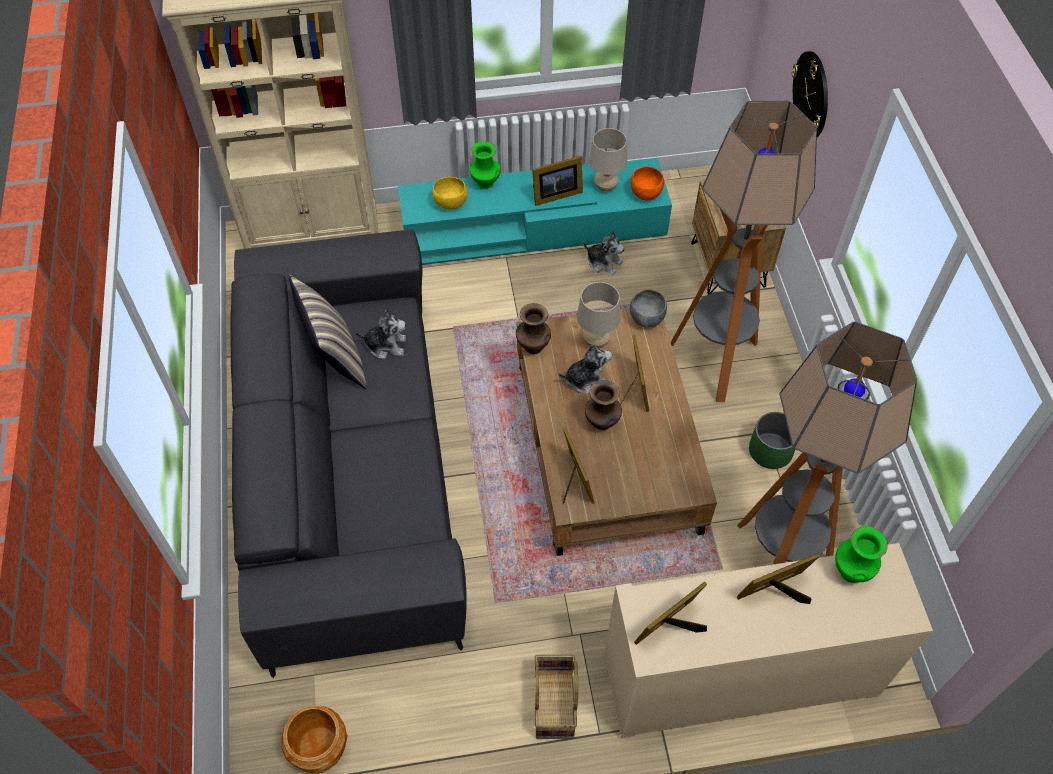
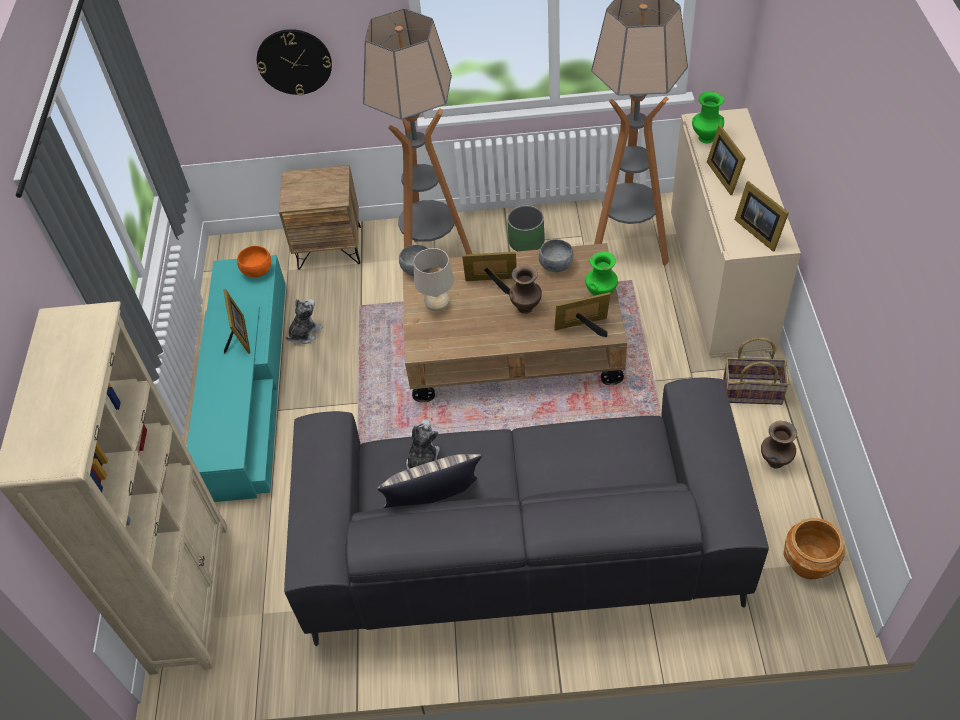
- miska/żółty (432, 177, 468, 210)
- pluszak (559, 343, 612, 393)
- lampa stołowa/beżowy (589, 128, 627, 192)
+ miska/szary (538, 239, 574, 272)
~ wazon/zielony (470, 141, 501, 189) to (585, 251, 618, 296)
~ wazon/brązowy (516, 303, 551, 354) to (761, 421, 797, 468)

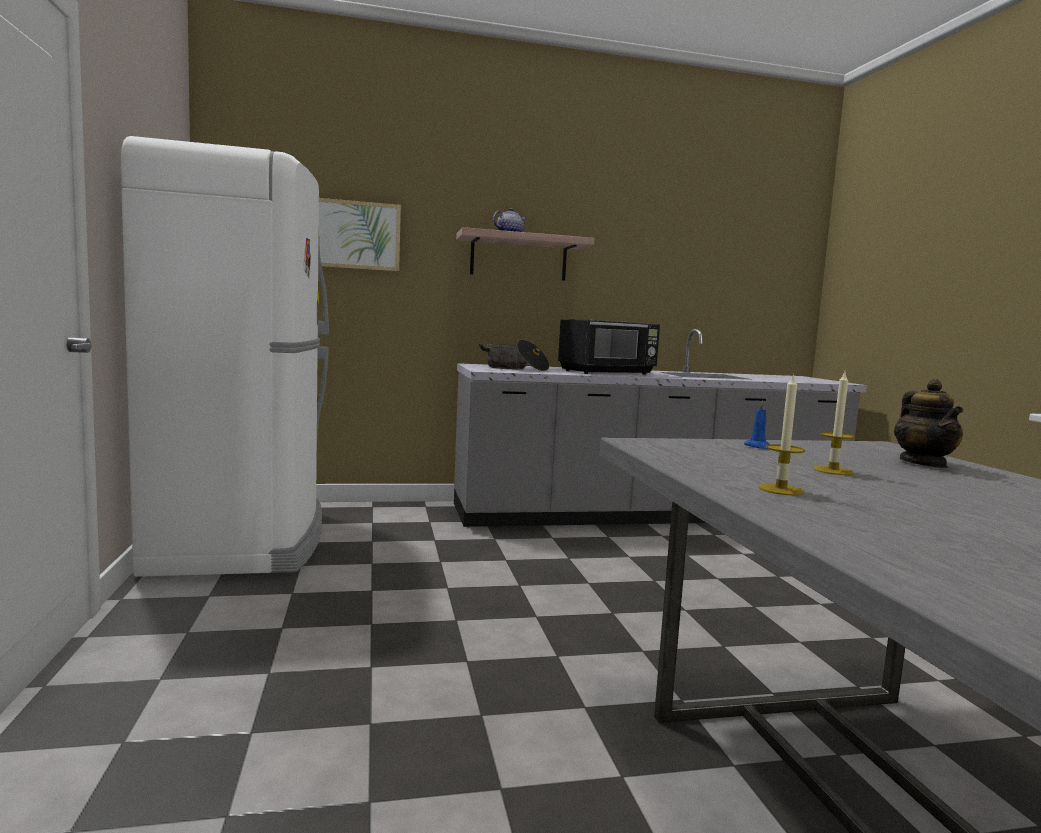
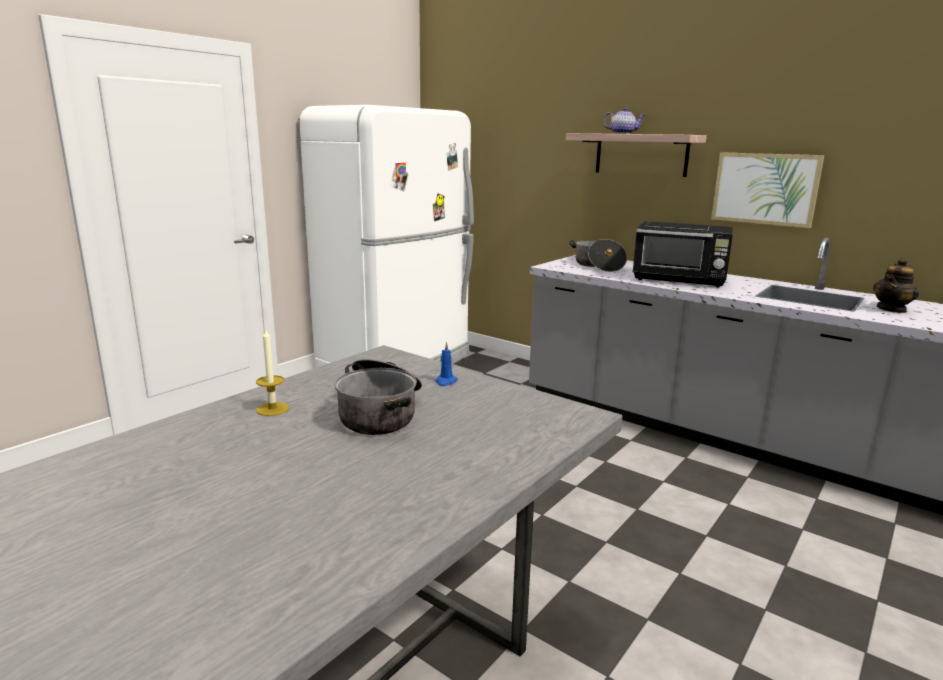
~ obraz (319, 198, 401, 272) to (711, 152, 824, 228)
~ imbryk (894, 379, 963, 468) to (873, 258, 919, 313)
~ świeca (813, 372, 855, 475) to garnek (335, 359, 422, 435)

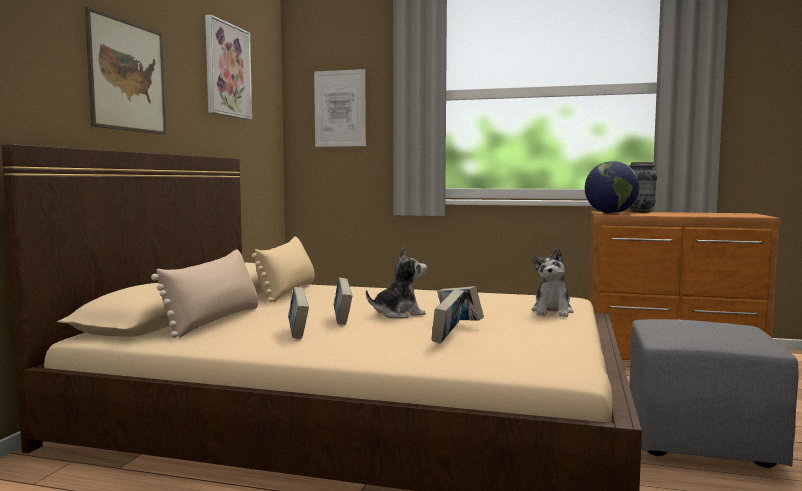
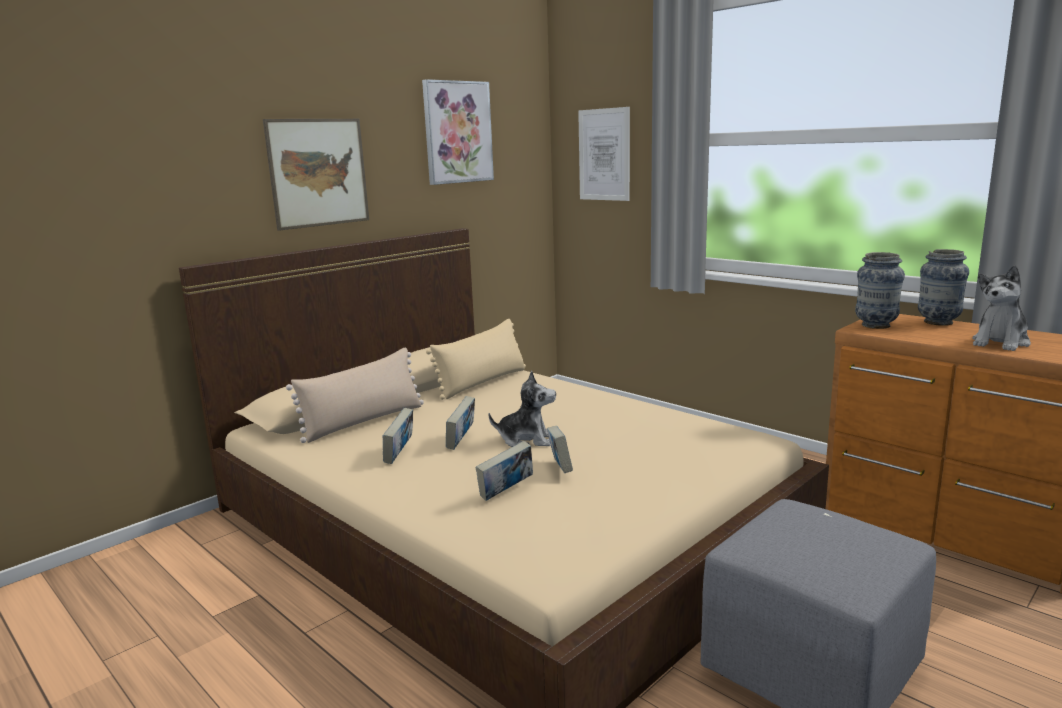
~ pluszak (532, 248, 574, 317) to (972, 265, 1031, 351)
~ globus (585, 161, 639, 214) to wazon (855, 252, 905, 329)

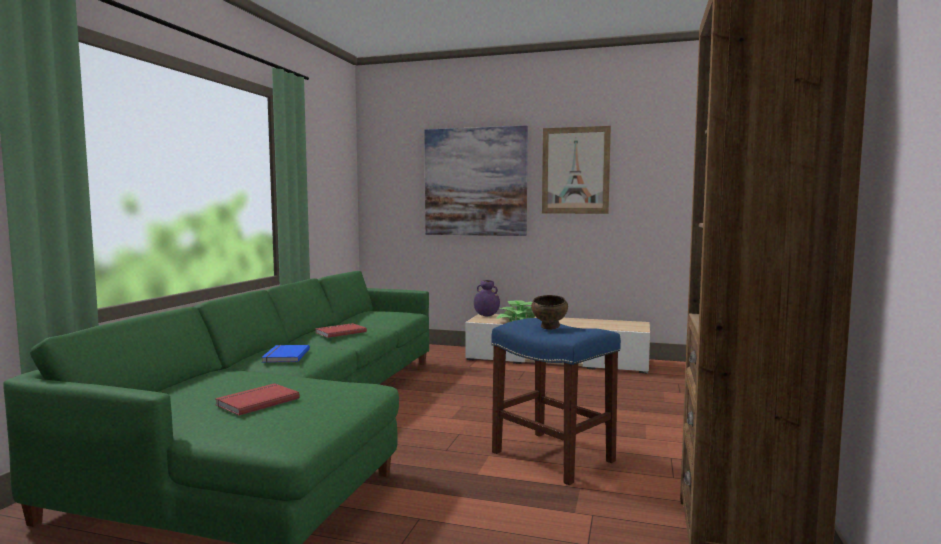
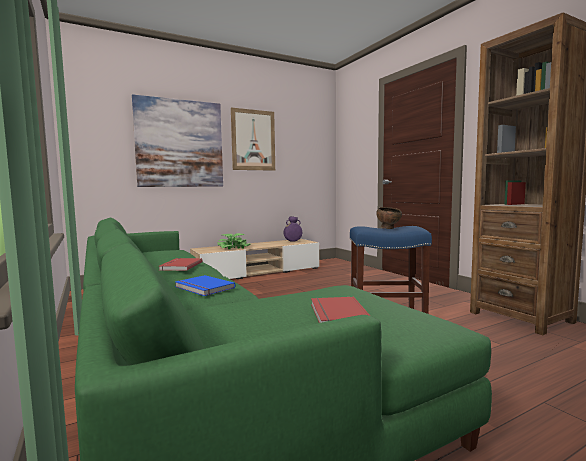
~ wazon/fioletowy (474, 280, 500, 316) to (284, 217, 302, 242)

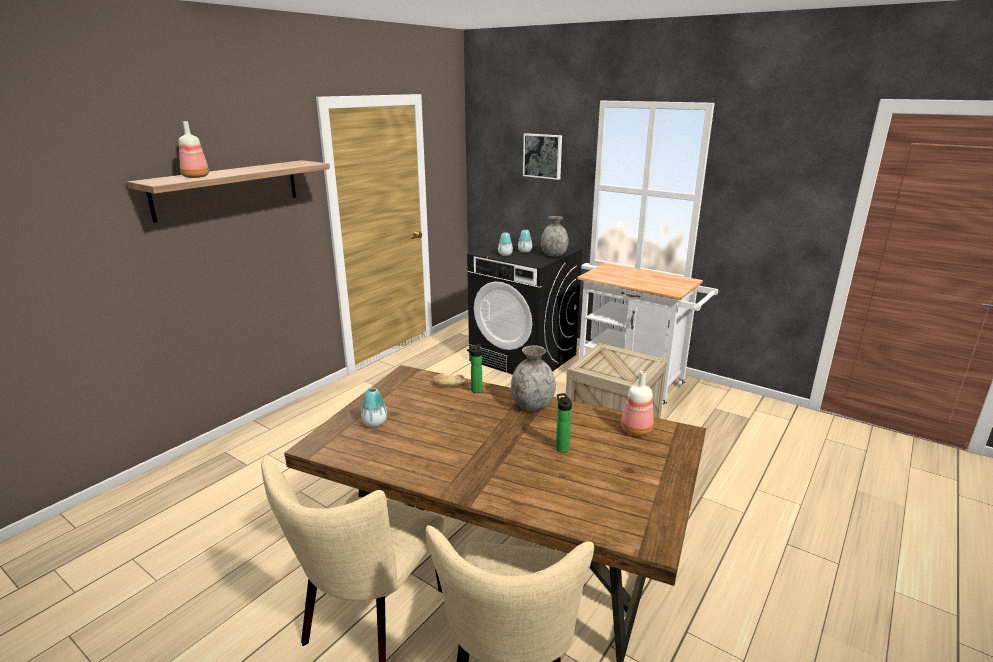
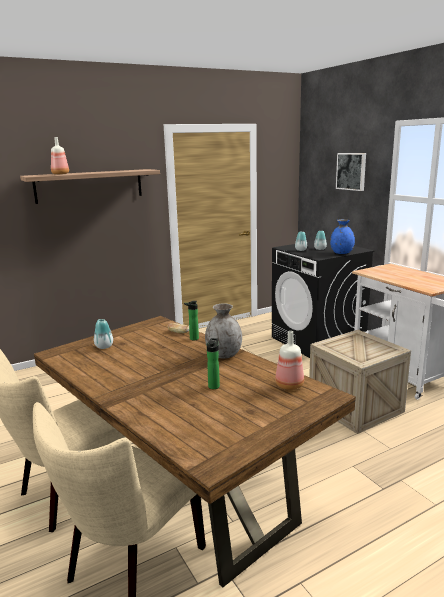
~ wazon/szary (541, 216, 568, 257) to wazon/niebieski (330, 219, 355, 254)

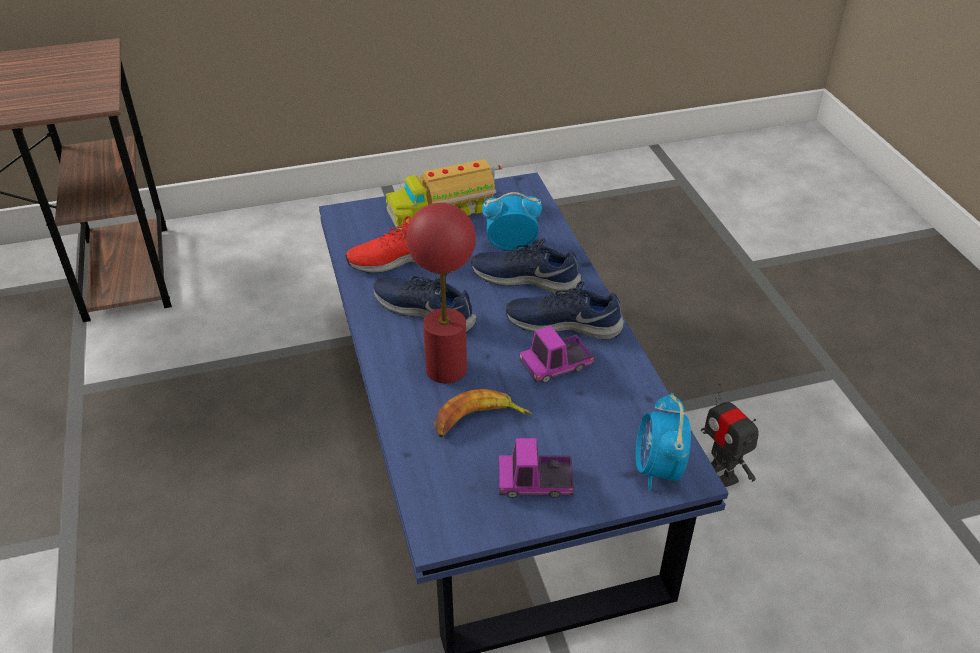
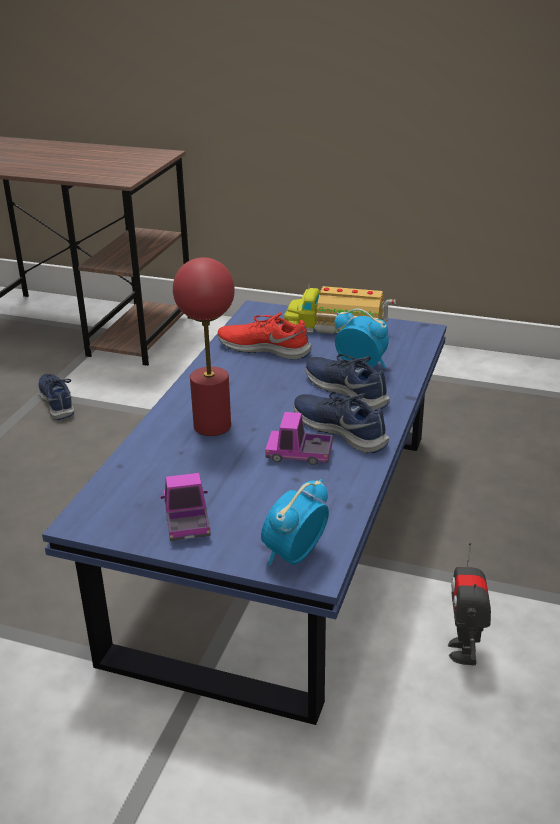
- banan (434, 389, 532, 437)
~ but/niebieski (374, 274, 476, 333) to (38, 374, 74, 420)
~ ciężarówka zabawkowa (499, 438, 574, 498) = (161, 473, 211, 541) 45 degrees clockwise

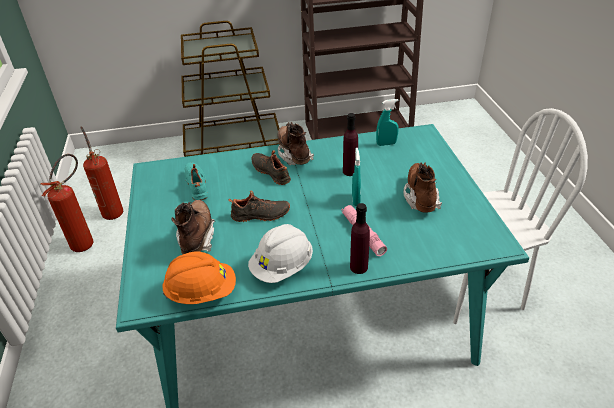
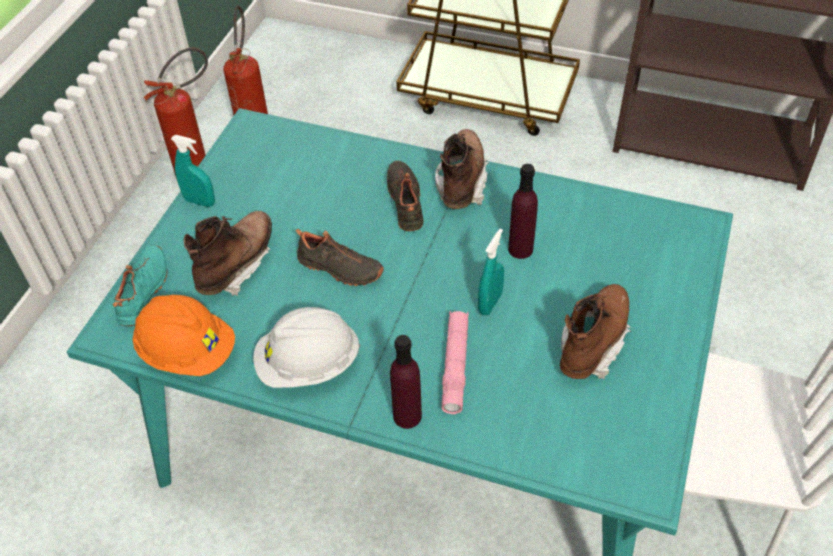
~ but/turkusowy (184, 162, 208, 200) to (112, 245, 168, 326)
~ spryskiwacz/turkusowy (376, 99, 399, 146) to (171, 135, 215, 207)

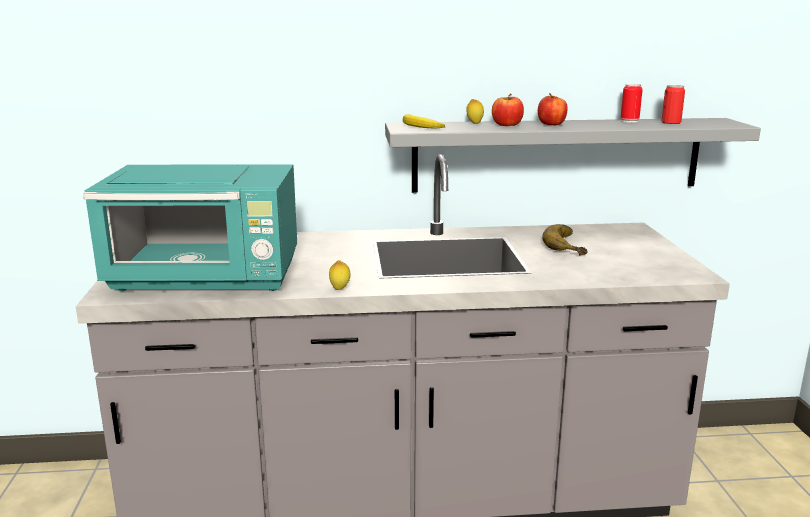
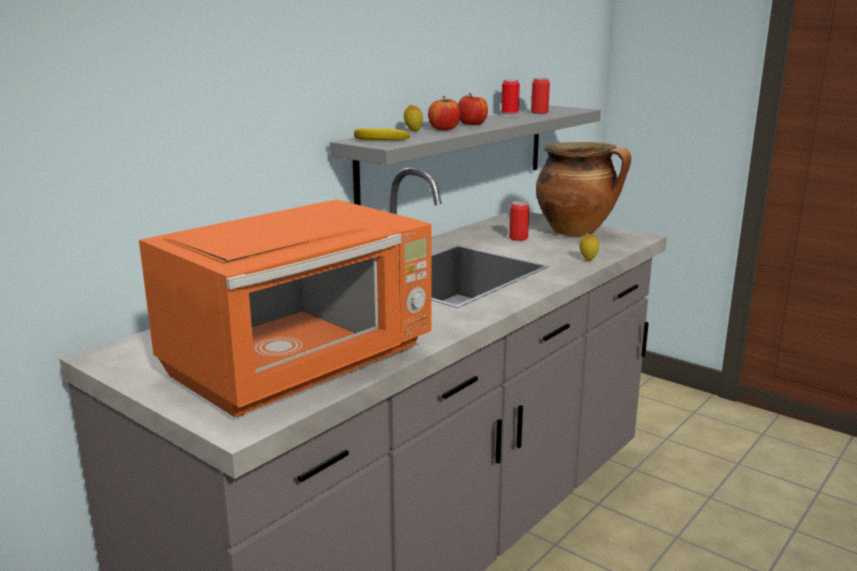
+ garnek (536, 142, 631, 236)
~ cytryna (329, 260, 350, 290) to (580, 233, 599, 260)
~ banan (542, 224, 588, 256) to puszka (509, 201, 529, 241)
~ mikrofalówka/turkusowy (83, 164, 297, 291) to mikrofalówka/pomarańczowy (139, 199, 432, 417)

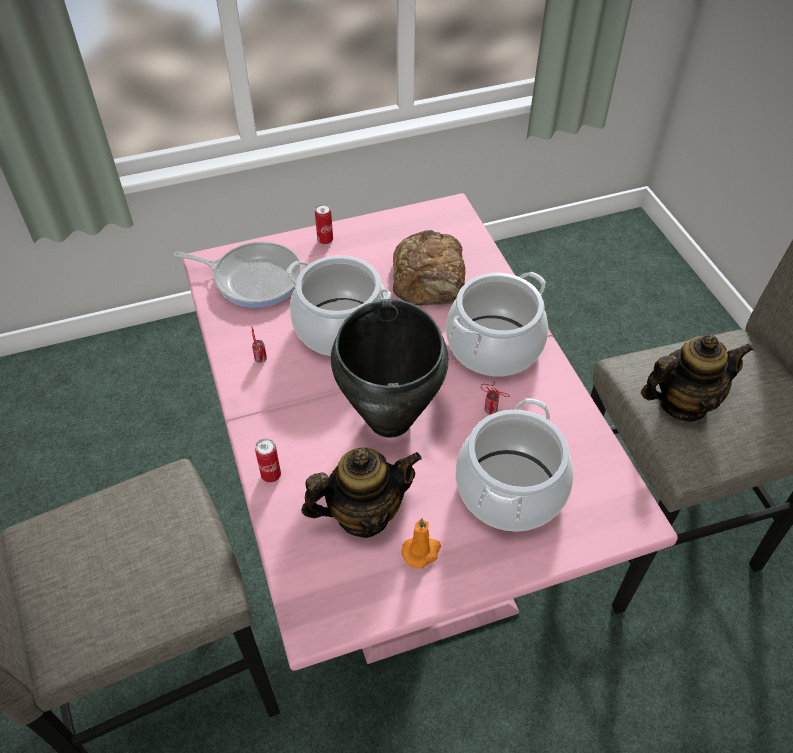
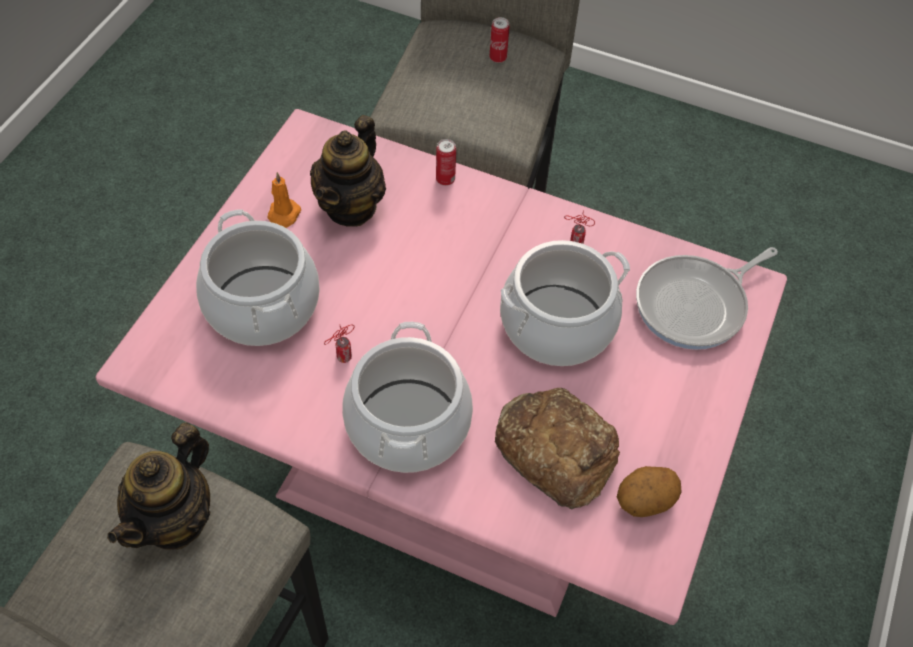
- garnek/czarny (331, 299, 449, 438)
+ ziemniak (617, 466, 681, 517)
~ puszka (315, 204, 333, 245) to (490, 17, 510, 63)

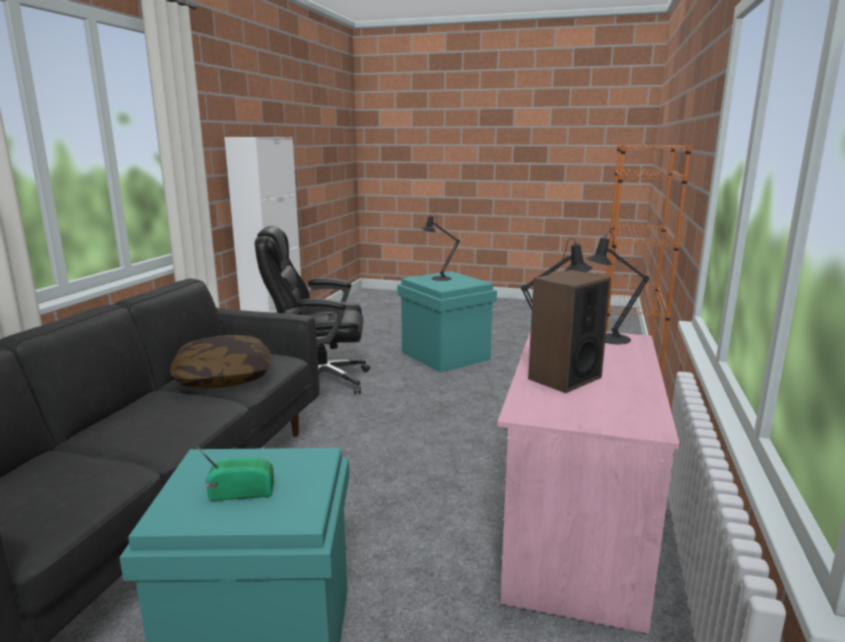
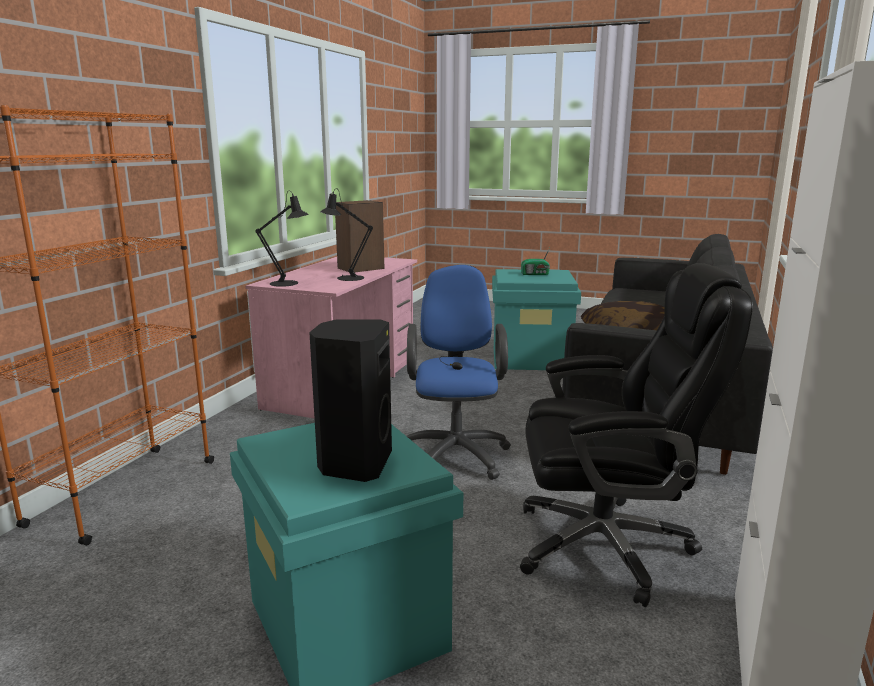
+ krzesło biurowe/niebieski (407, 265, 511, 480)
~ lampa stołowa/czarny (421, 212, 460, 281) to głośnik/czarny (309, 319, 392, 482)

